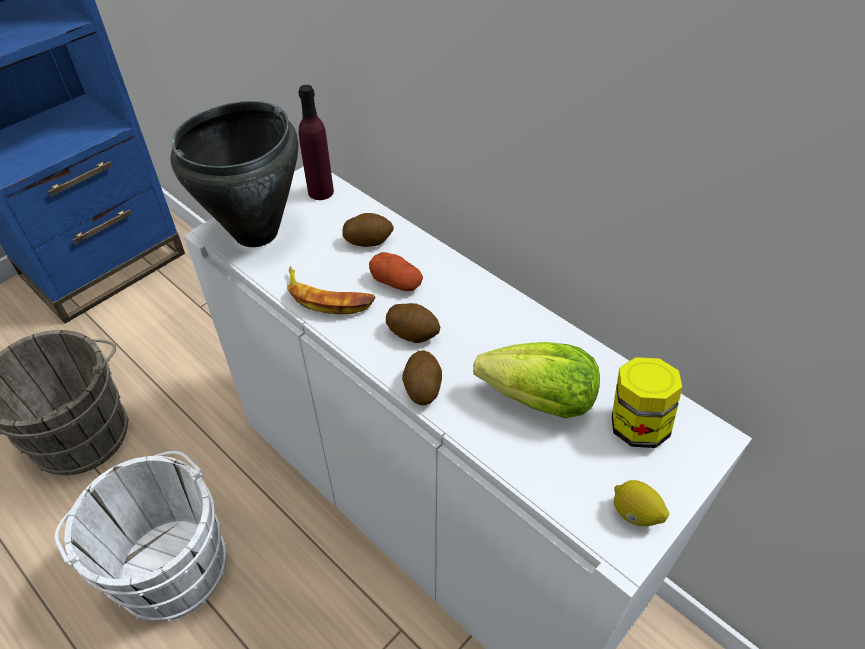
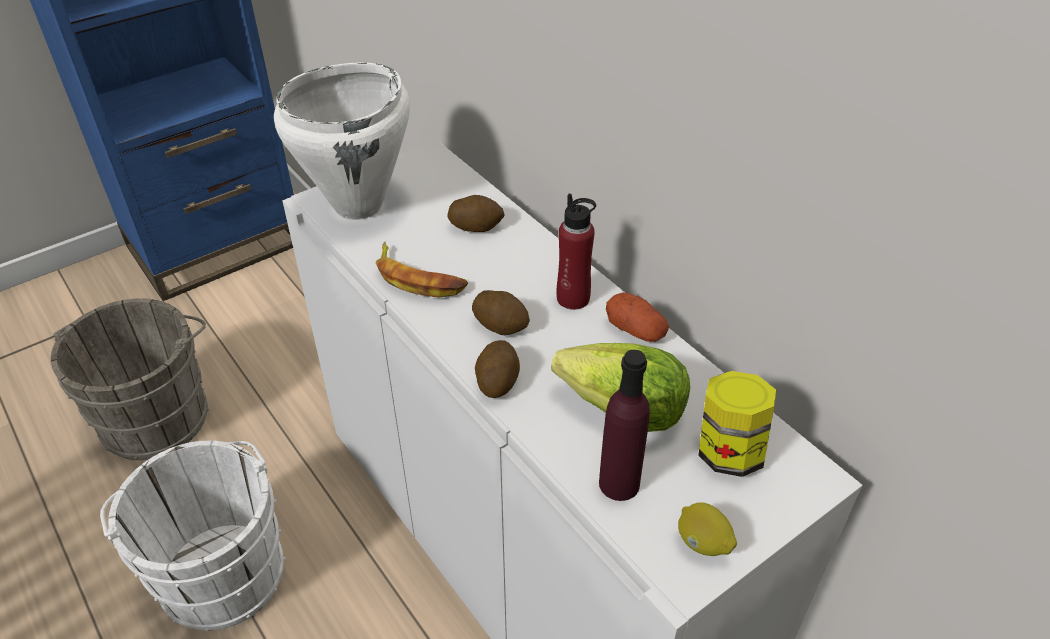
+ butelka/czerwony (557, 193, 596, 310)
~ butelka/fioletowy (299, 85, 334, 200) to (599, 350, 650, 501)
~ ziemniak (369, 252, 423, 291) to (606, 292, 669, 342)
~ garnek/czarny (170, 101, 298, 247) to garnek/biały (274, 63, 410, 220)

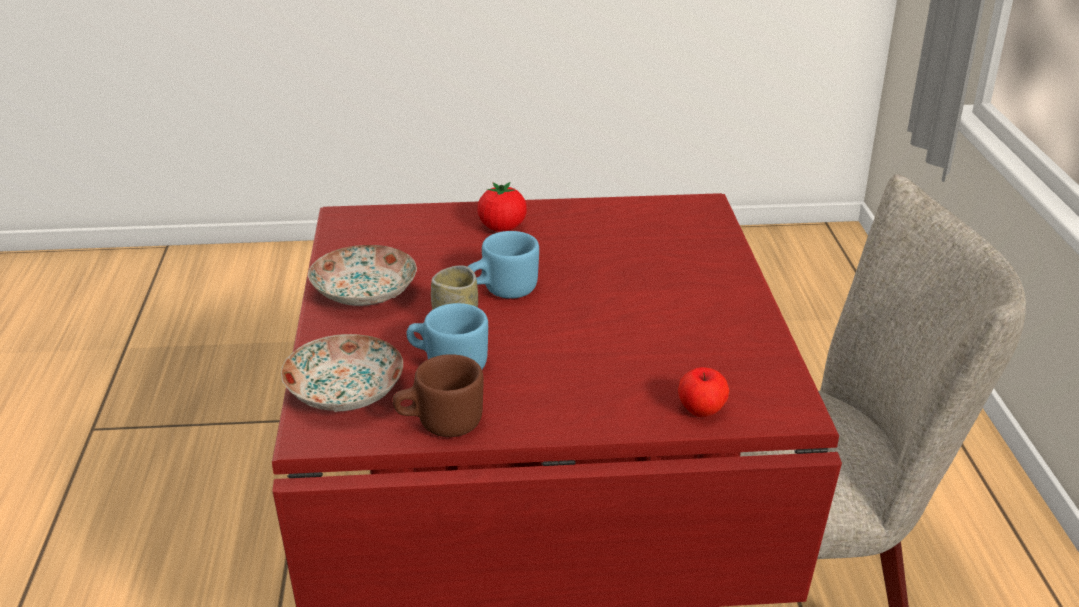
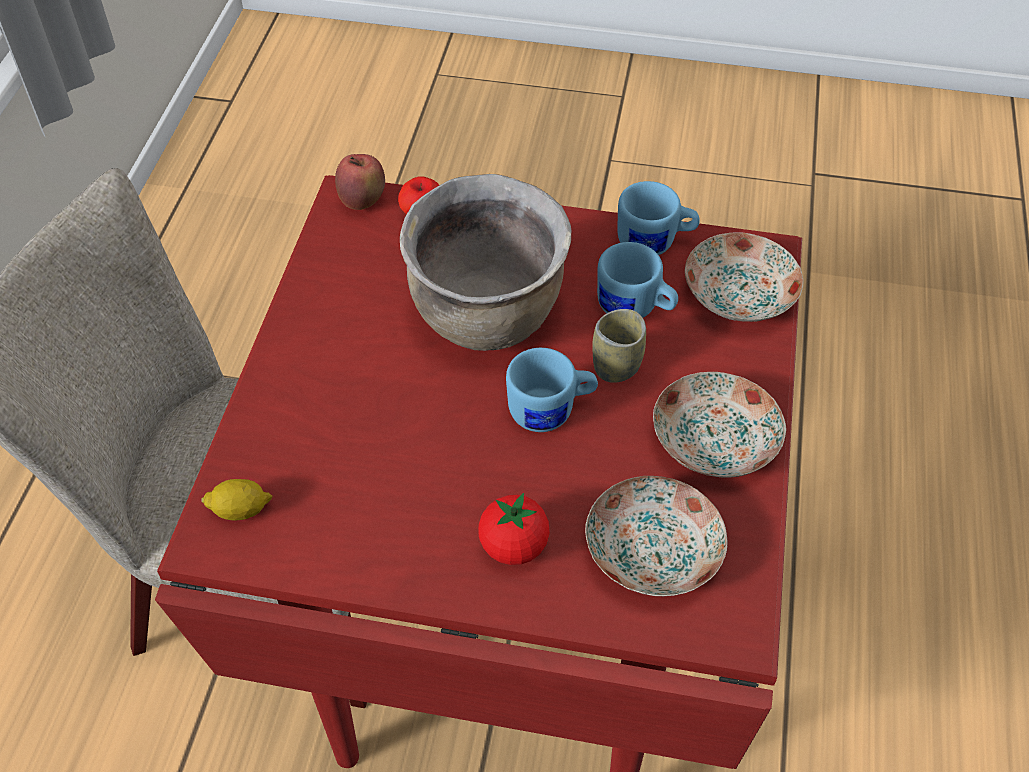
+ cytryna (201, 479, 273, 521)
+ jabłko (335, 154, 385, 210)
+ garnek/brązowy (400, 174, 571, 351)
+ talerz (585, 476, 727, 596)
~ kubek/brązowy (392, 354, 483, 437) to kubek/niebieski (617, 181, 700, 255)

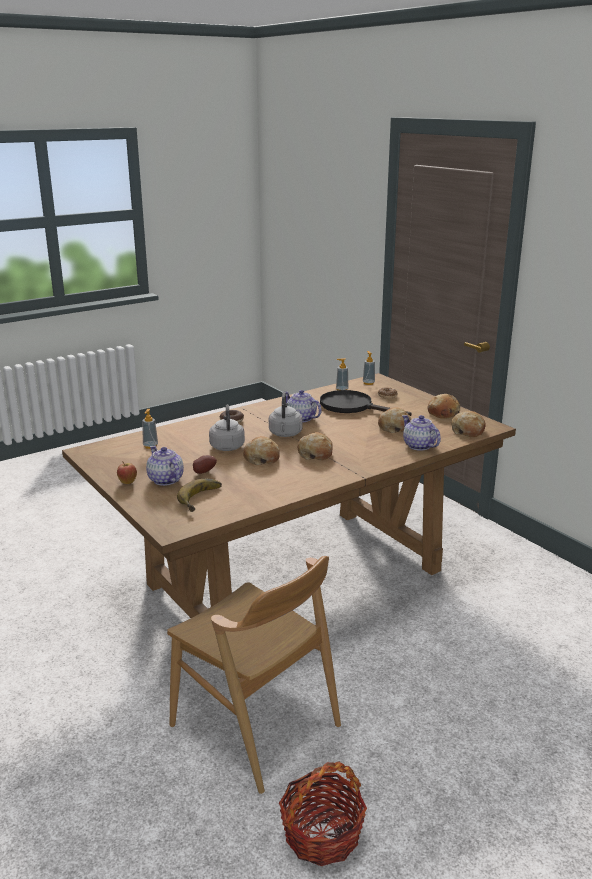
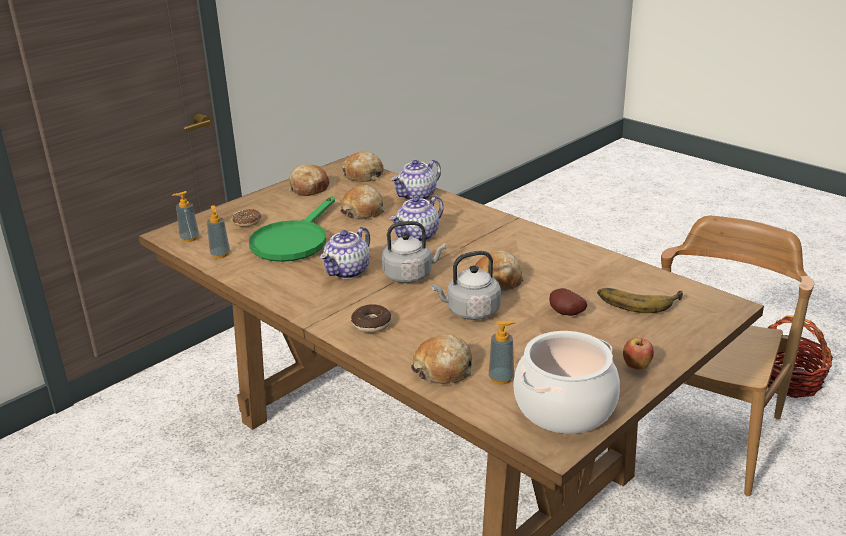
+ garnek (514, 331, 620, 434)
~ imbryk (146, 446, 184, 486) to (389, 196, 444, 242)
~ chleb (297, 432, 333, 460) to (411, 334, 473, 384)
~ patelnia/czarny (320, 390, 411, 416) to patelnia/zielony (249, 196, 335, 262)

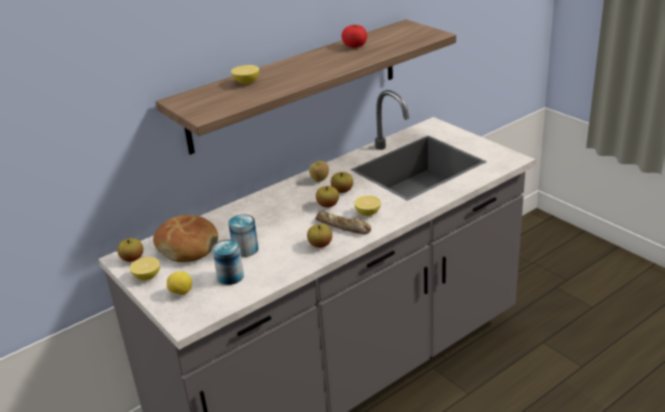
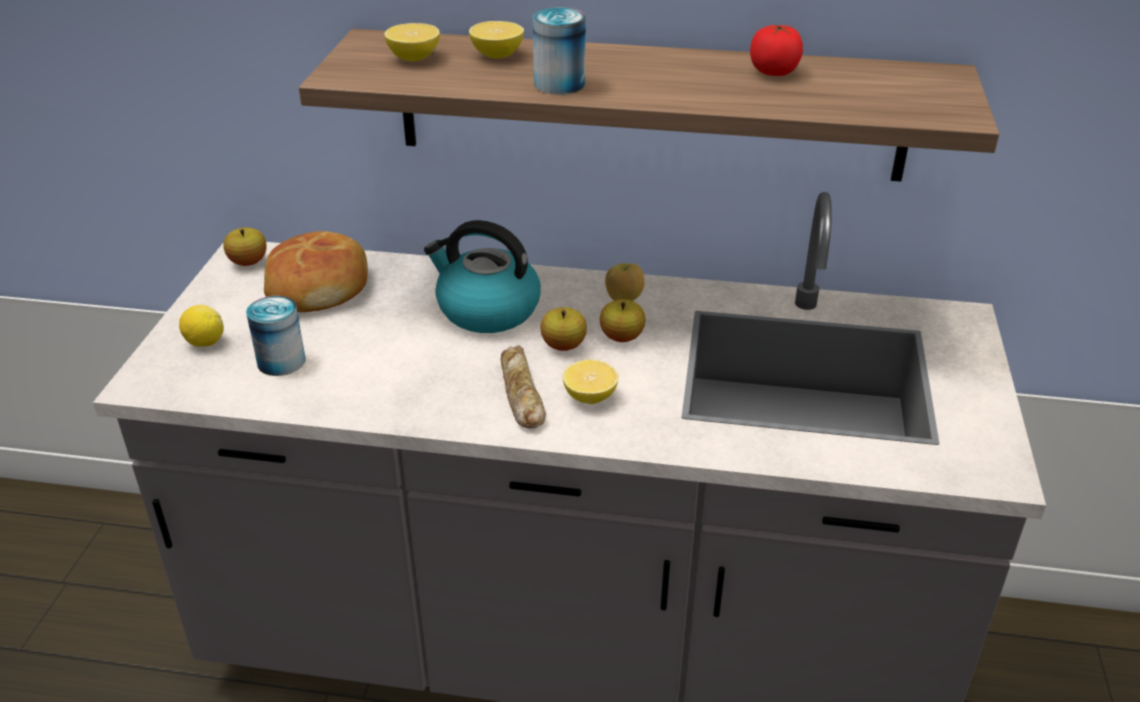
- jabłko (307, 224, 332, 248)
+ czajnik (424, 220, 541, 333)
~ cytryna (130, 257, 160, 280) to (384, 23, 440, 62)
~ puszka (228, 214, 258, 257) to (533, 8, 586, 95)

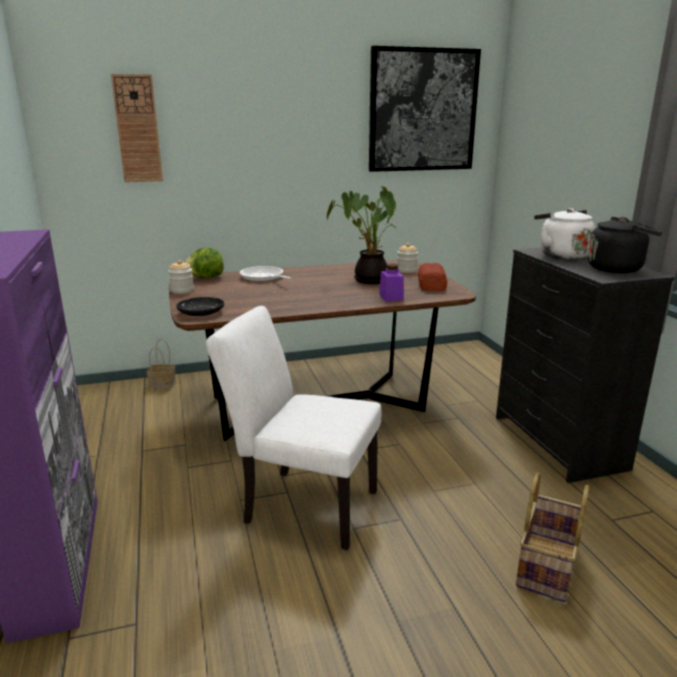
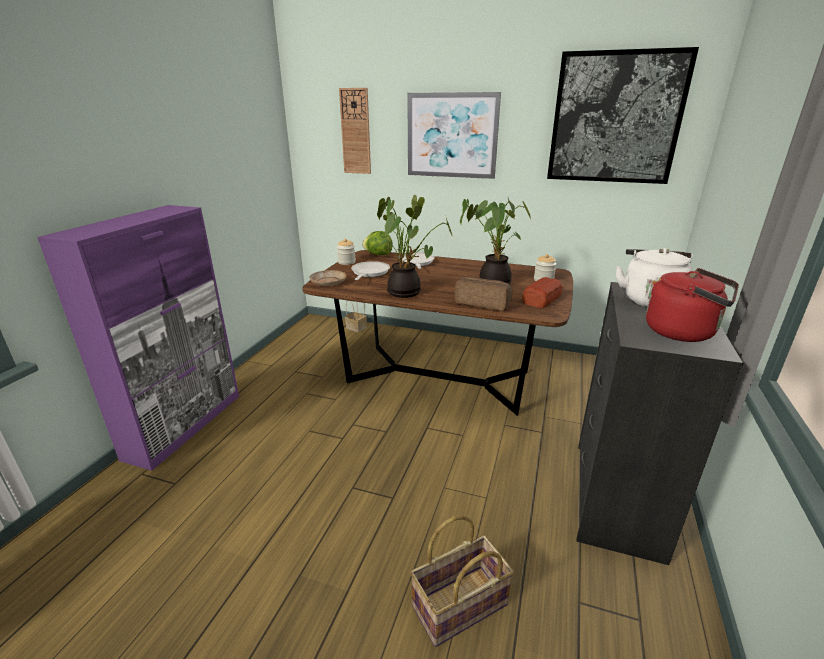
- krzesło/biały (206, 306, 382, 550)
+ patelnia (351, 261, 390, 280)
+ roślina doniczkowa (377, 195, 452, 298)
+ obraz (407, 92, 501, 179)
~ słoik/fioletowy (379, 264, 404, 301) to chleb (454, 277, 513, 311)
~ talerz/czarny (176, 297, 224, 316) to talerz/beżowy (309, 270, 347, 286)
~ czajnik/czarny (588, 217, 662, 273) to czajnik/czerwony (646, 268, 739, 342)

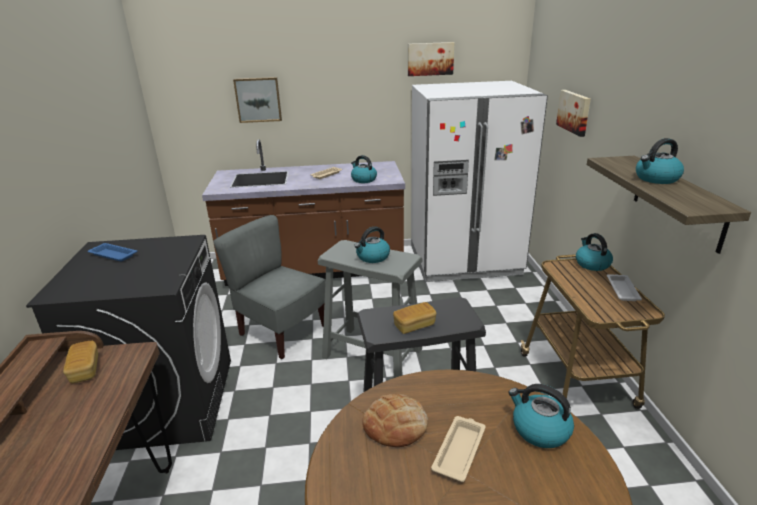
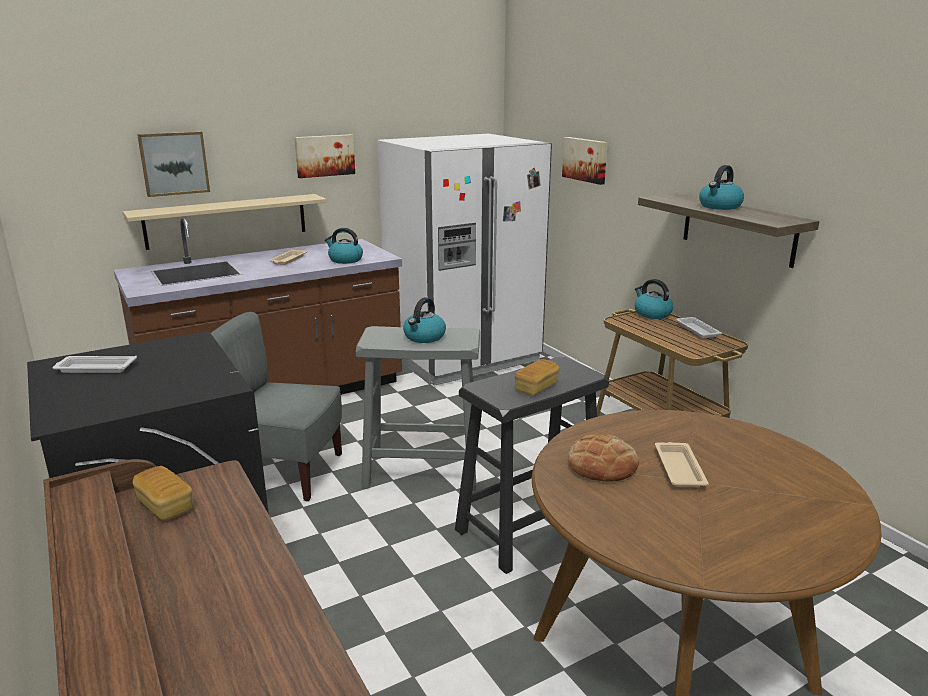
- czajnik (508, 384, 574, 448)
+ półka/beżowy (123, 194, 327, 250)
~ obraz (408, 42, 454, 76) to (294, 134, 355, 178)
~ taca/niebieski (88, 243, 138, 262) to taca/biały (52, 356, 137, 373)

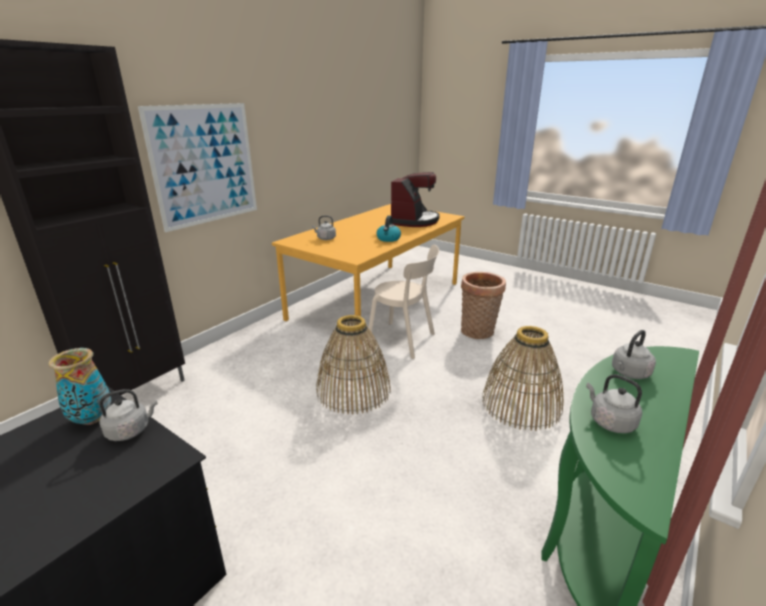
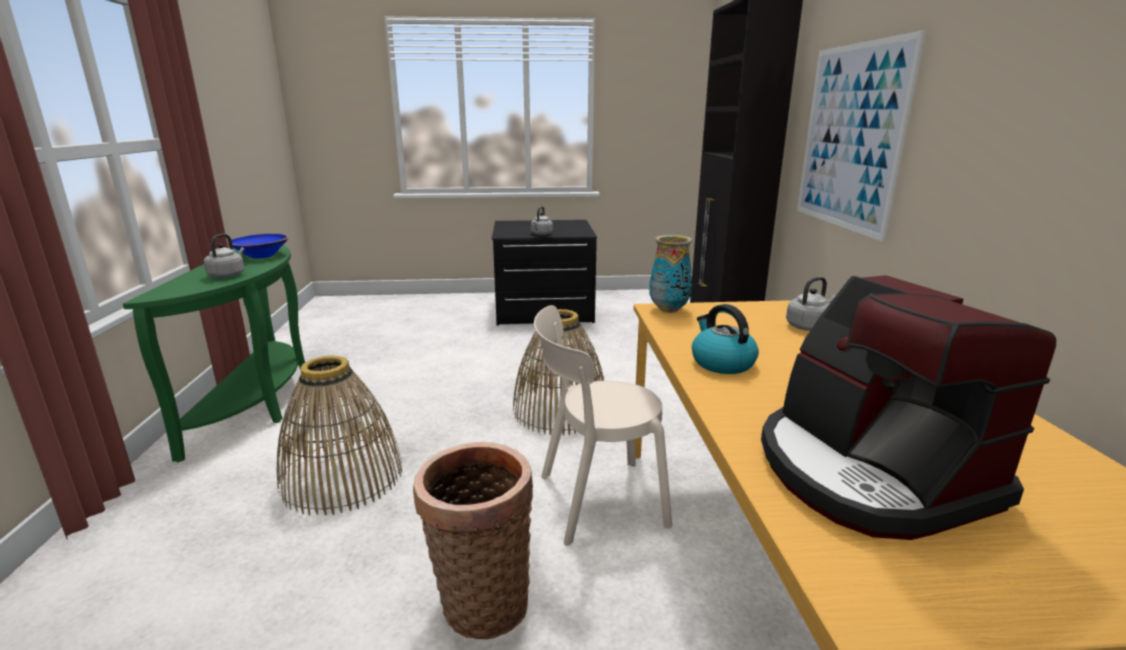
~ wazon (49, 348, 111, 425) to (649, 235, 692, 313)
~ czajnik/szary (586, 374, 642, 433) to miska/niebieski (227, 233, 289, 259)

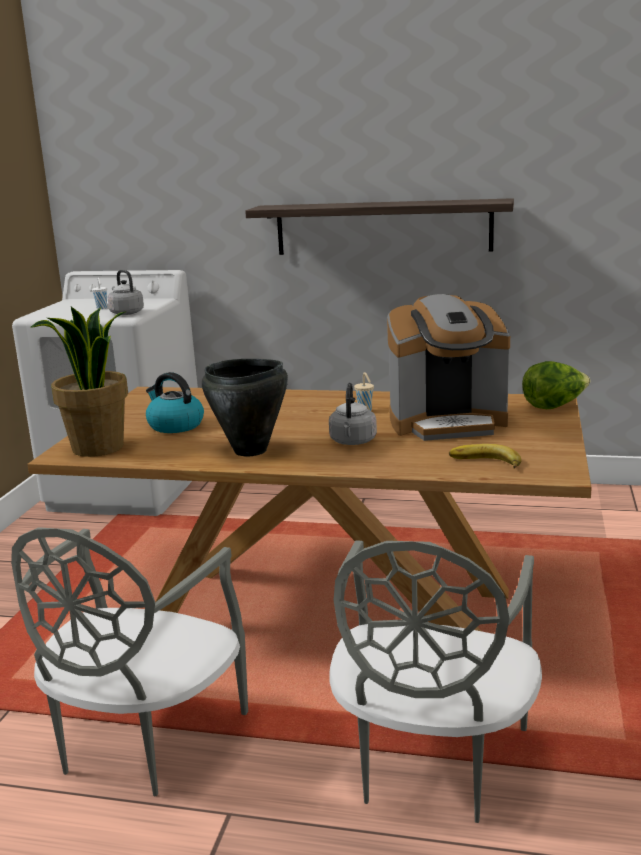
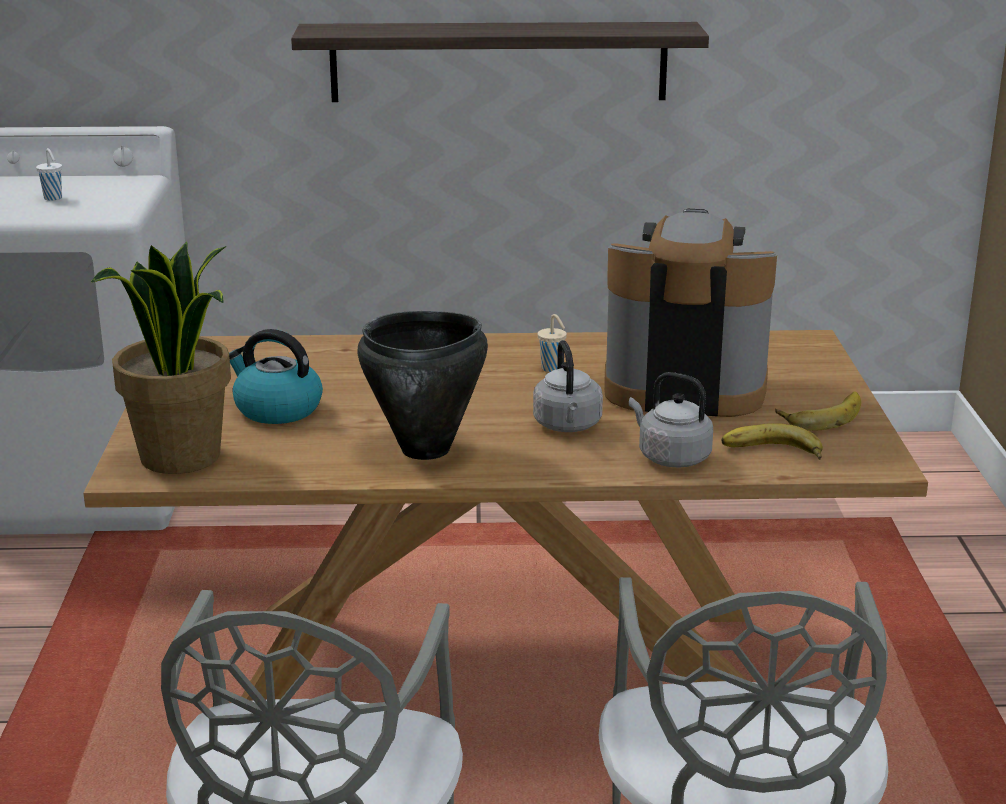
- sałata (522, 361, 590, 409)
+ banan (775, 391, 861, 431)
~ czajnik/szary (108, 270, 144, 315) to (629, 372, 713, 468)
~ ekspres do kawy (387, 294, 510, 441) = (604, 209, 777, 417) 150 degrees counterclockwise

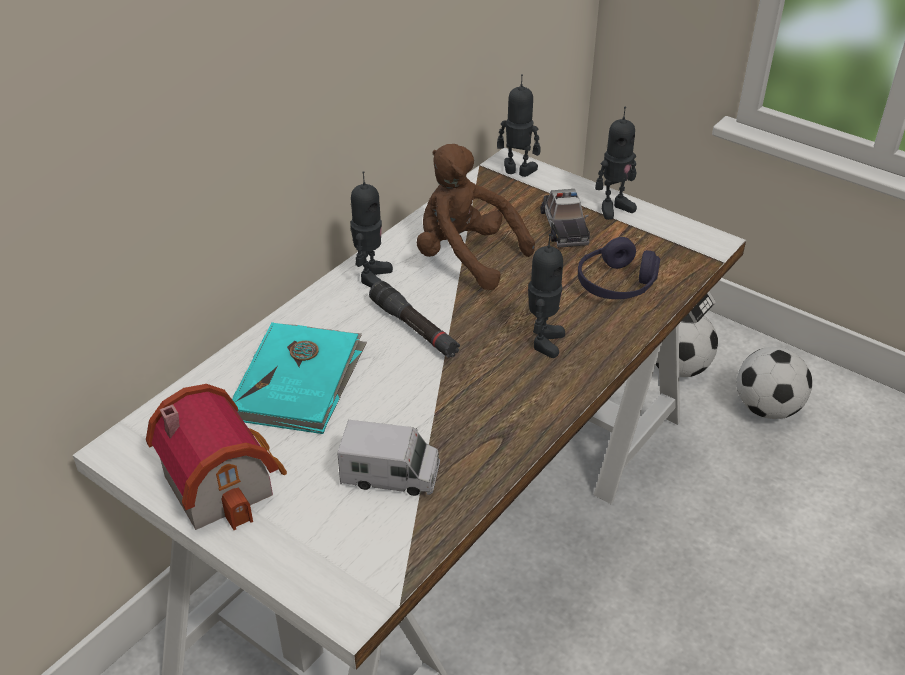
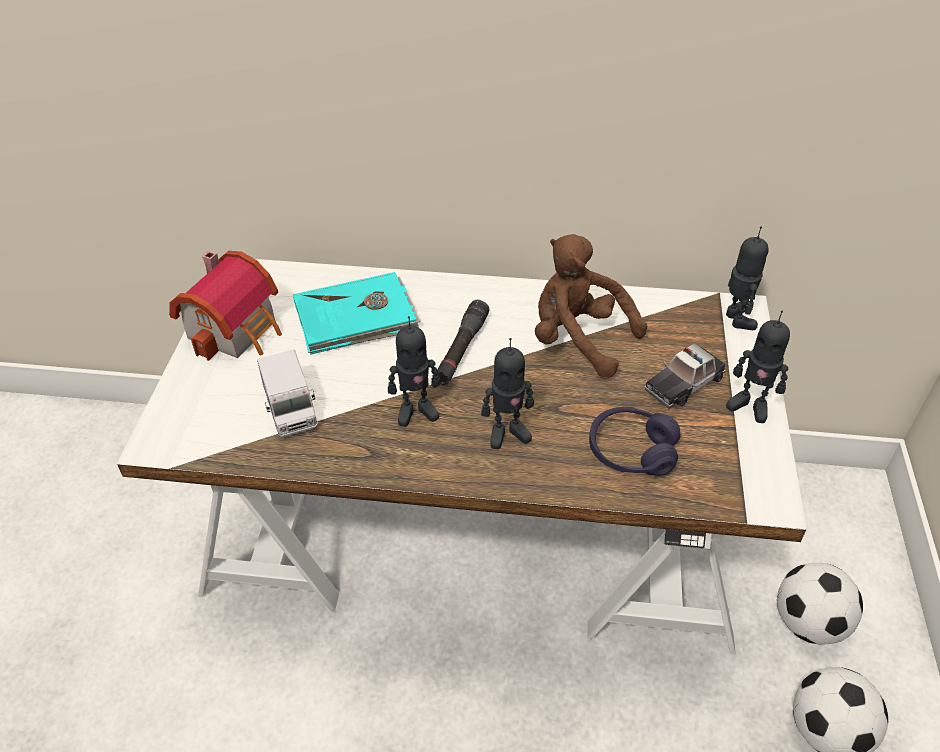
~ robot zabawkowy (350, 171, 393, 288) to (388, 316, 440, 427)
~ pluszak/brązowy (417, 144, 535, 290) = (535, 234, 647, 378) 60 degrees counterclockwise

